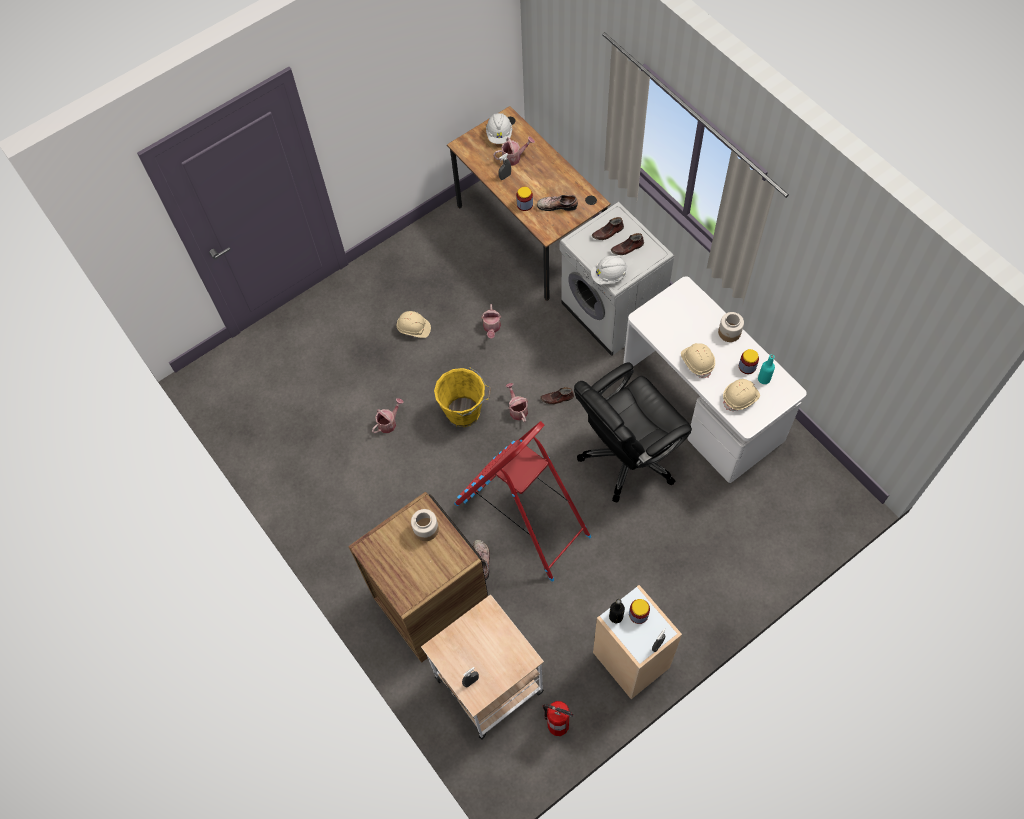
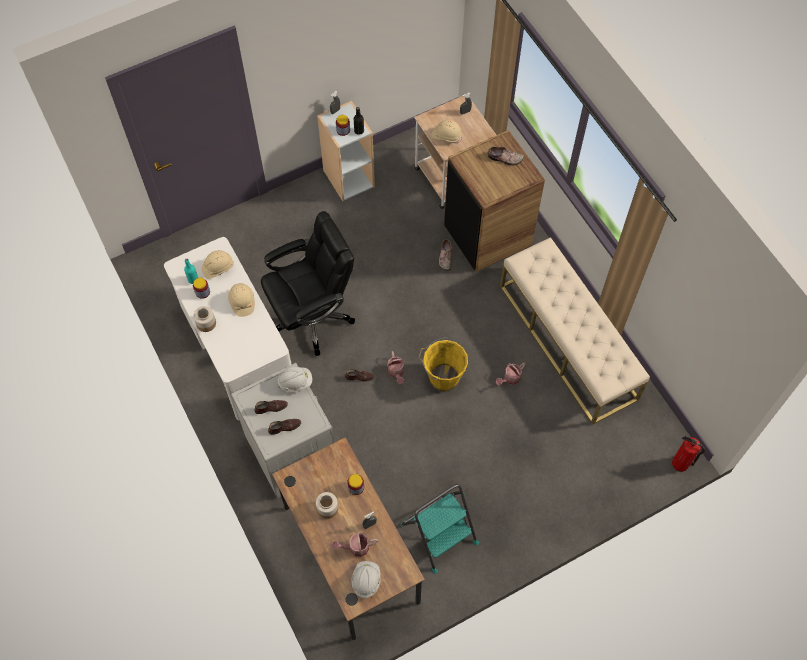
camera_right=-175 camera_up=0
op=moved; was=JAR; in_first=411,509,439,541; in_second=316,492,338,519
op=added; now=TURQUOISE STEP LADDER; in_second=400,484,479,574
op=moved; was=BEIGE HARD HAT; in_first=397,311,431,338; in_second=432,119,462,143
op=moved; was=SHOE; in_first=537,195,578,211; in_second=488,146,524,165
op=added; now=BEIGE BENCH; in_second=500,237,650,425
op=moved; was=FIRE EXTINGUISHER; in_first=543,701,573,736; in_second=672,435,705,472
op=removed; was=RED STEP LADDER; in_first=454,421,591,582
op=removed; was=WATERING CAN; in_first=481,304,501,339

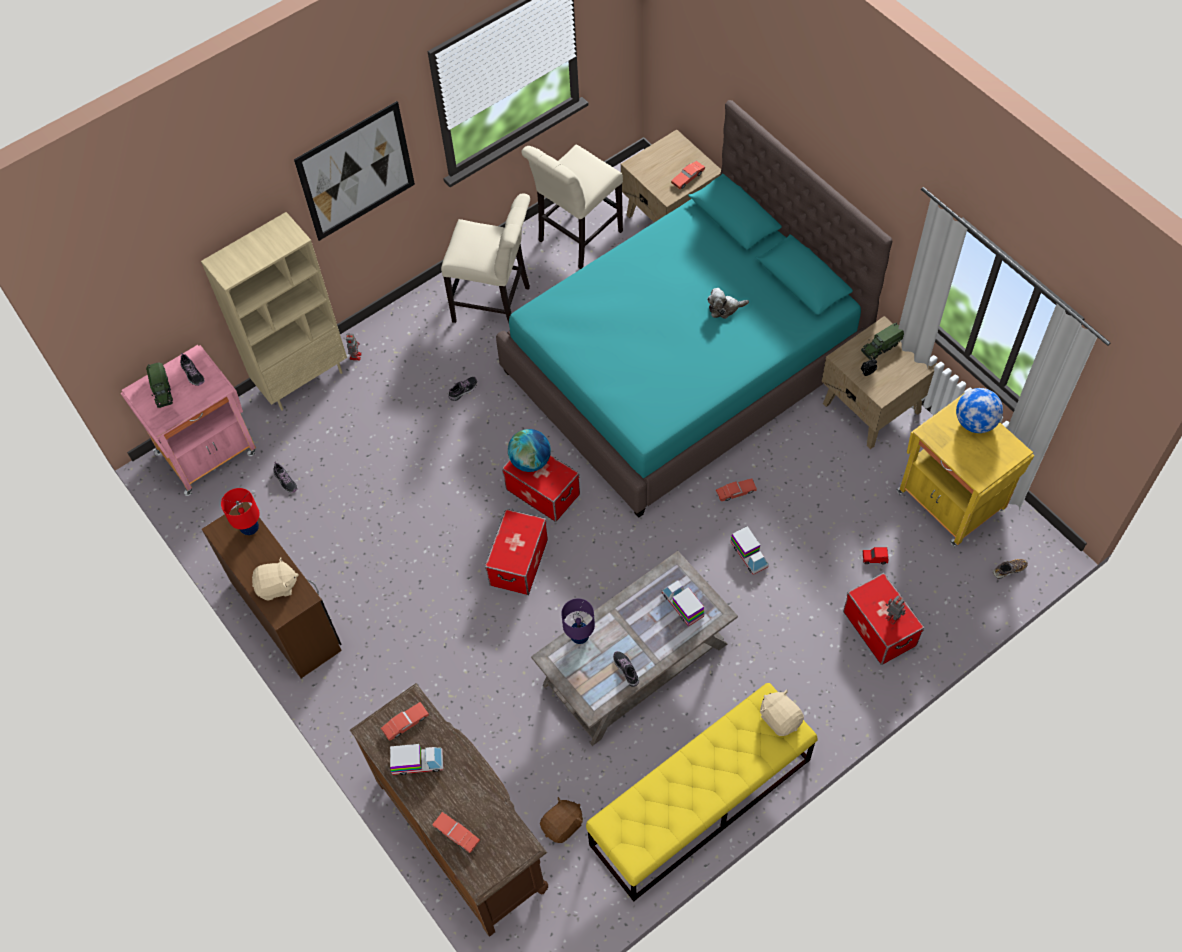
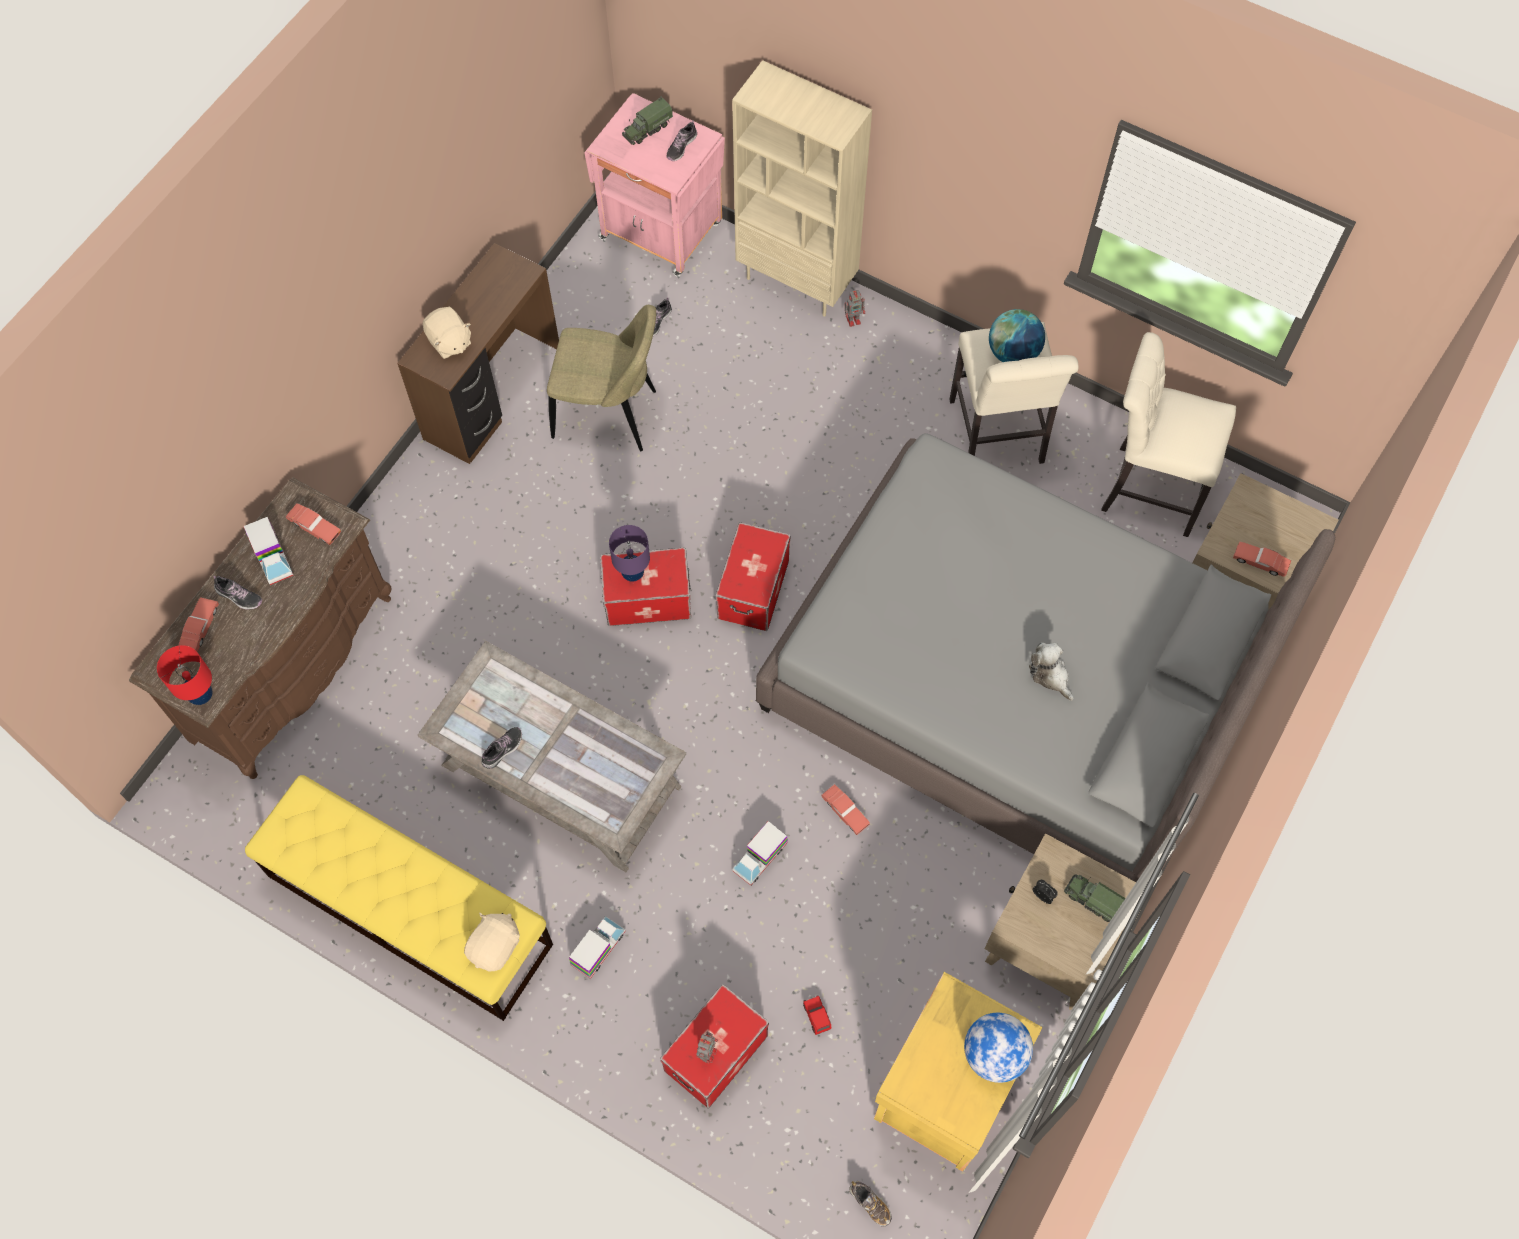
camera_right=65 camera_up=5
op=moved; was=RED TABLE LAMP; in_first=221,488,260,535; in_second=157,645,213,705
op=moved; was=SHOE; in_first=448,377,477,401; in_second=213,575,262,609
op=added; now=BEIGE CHAIR; in_second=547,305,656,451
op=moved; was=TOY TRUCK; in_first=662,580,704,627; in_second=569,916,626,979
op=moved; was=PURPLE TABLE LAMP; in_first=561,598,595,644; in_second=609,525,650,582
op=recoloured; was=TURQUOISE BED; now=GREY BED; in_first=496,100,892,518; in_second=756,433,1335,882
op=moved; was=GLOBE; in_first=508,429,551,472; in_second=989,309,1045,362
op=removed; was=PICTURE; in_first=294,101,415,241
op=removed; was=BROWN PLUSH TOY; in_first=540,797,583,843

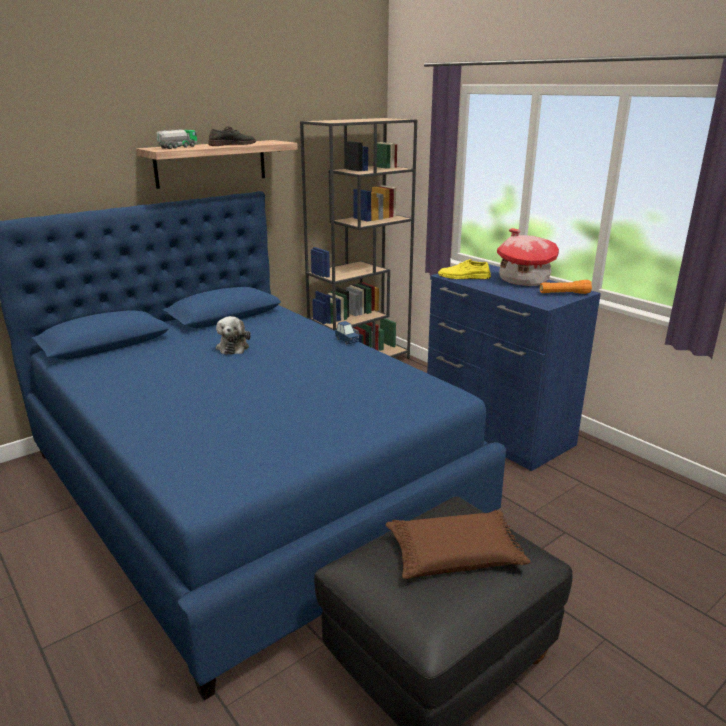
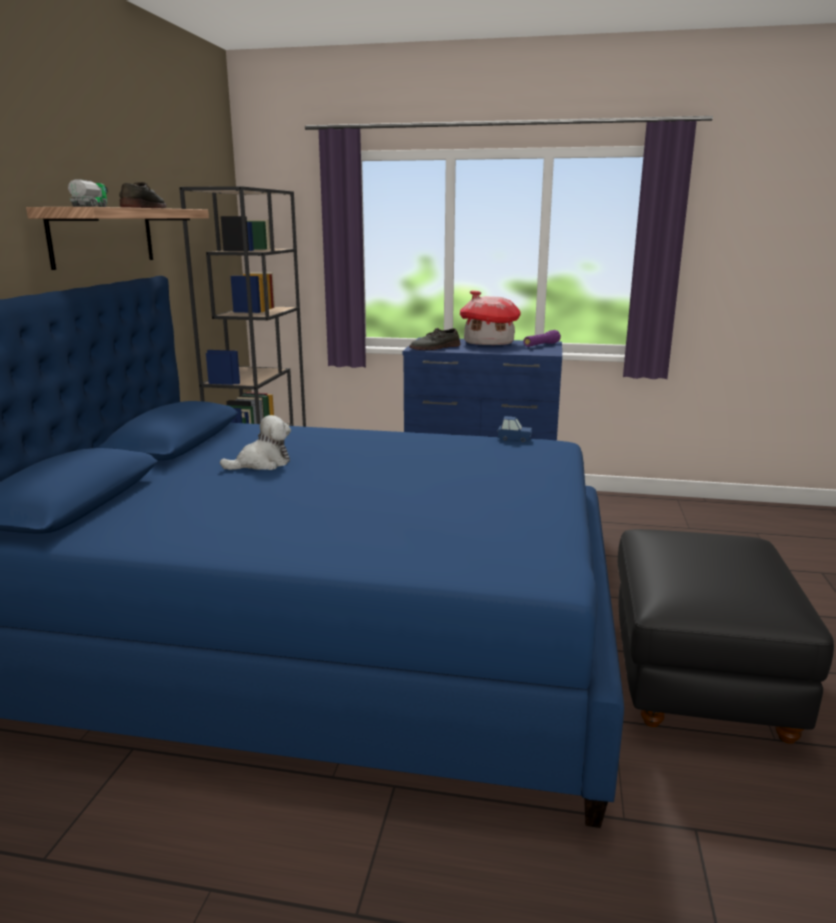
camera_right=-40 camera_up=-5
op=turned; was=PLUSH TOY; in_first=216,316,251,355; in_second=220,415,291,470; clockwise=-75
op=recoloured; was=YELLOW SHOE; now=GREY SHOE; in_first=438,259,491,280; in_second=409,328,460,350
op=moved; was=BLUE TOY CAR; in_first=335,321,360,344; in_second=498,416,532,442
op=recoloured; was=ORANGE FLASHLIGHT; now=PURPLE FLASHLIGHT; in_first=540,280,592,294; in_second=523,330,561,347
op=removed; was=BROWN PILLOW; in_first=386,510,530,579

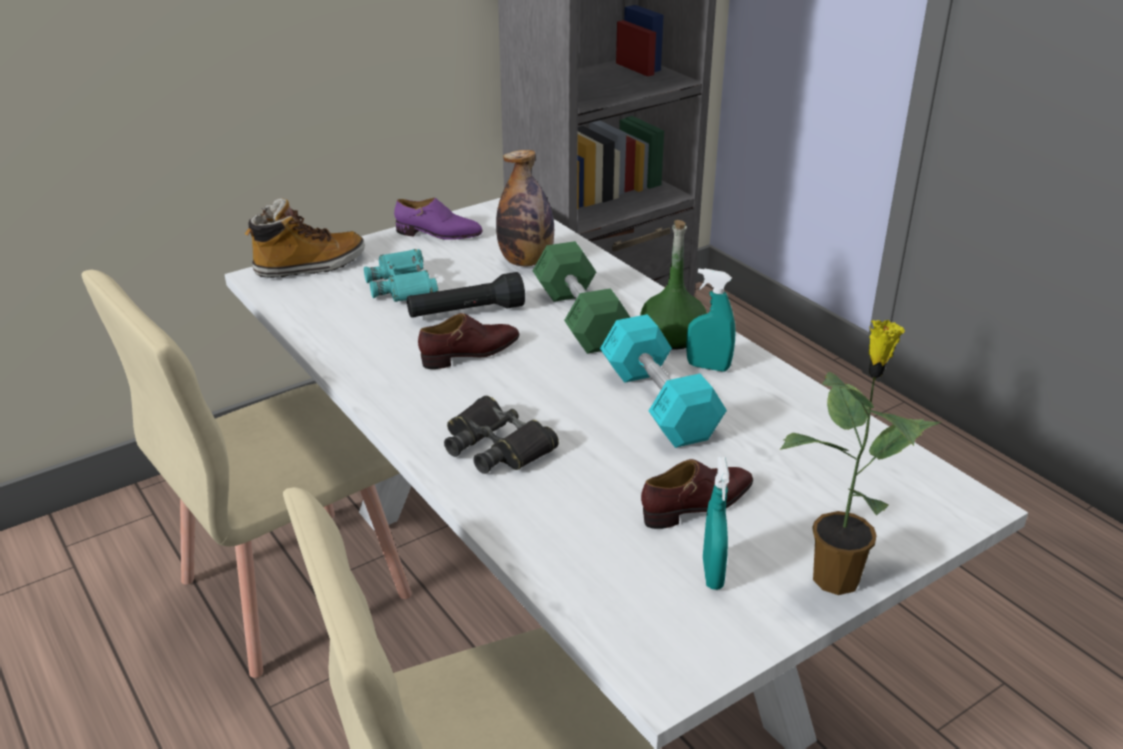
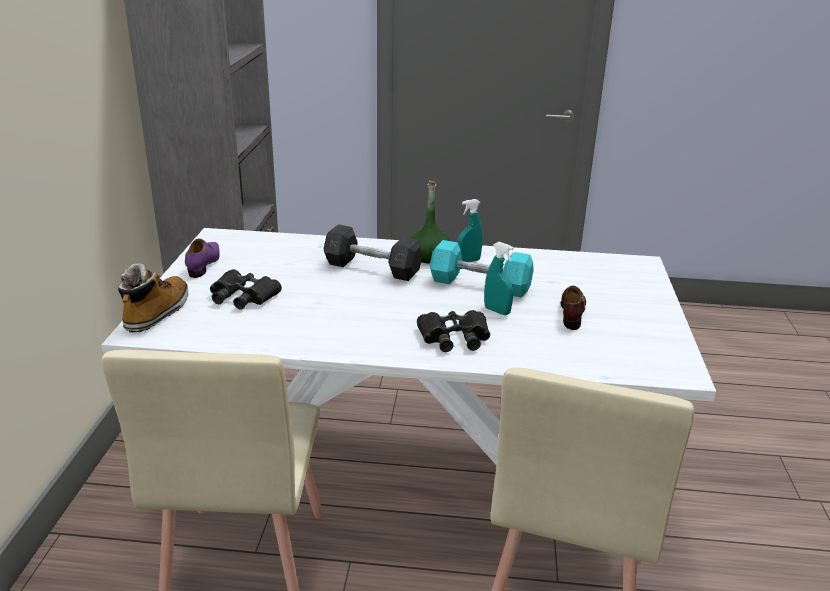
camera_right=-50 camera_up=-5
op=turned; was=PURPLE SHOE; in_first=394,198,483,240; in_second=185,239,220,278; clockwise=-45
op=recoloured; was=TURQUOISE BINOCULARS; now=BLACK BINOCULARS; in_first=364,249,438,302; in_second=210,269,282,310
op=recoloured; was=GREEN DUMBBELL; now=GREY DUMBBELL; in_first=533,241,631,354; in_second=324,224,422,281
op=moved; was=TURQUOISE SPRAY BOTTLE; in_first=703,457,729,590; in_second=484,242,514,315
op=removed; was=BLACK FLASHLIGHT; in_first=407,272,525,317
op=removed; was=BROWN SHOE; in_first=418,313,519,369
op=removed; was=BOTTLE; in_first=496,150,554,267
op=removed; was=POTTED PLANT; in_first=780,320,941,595

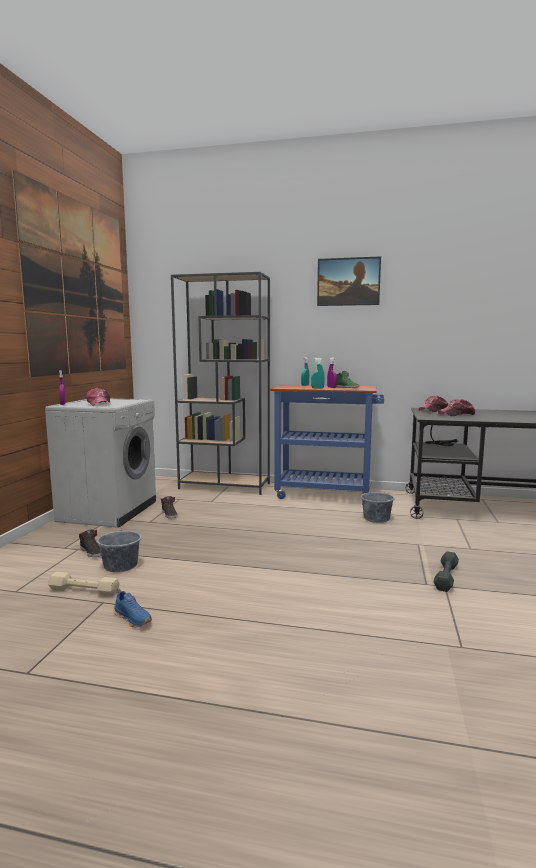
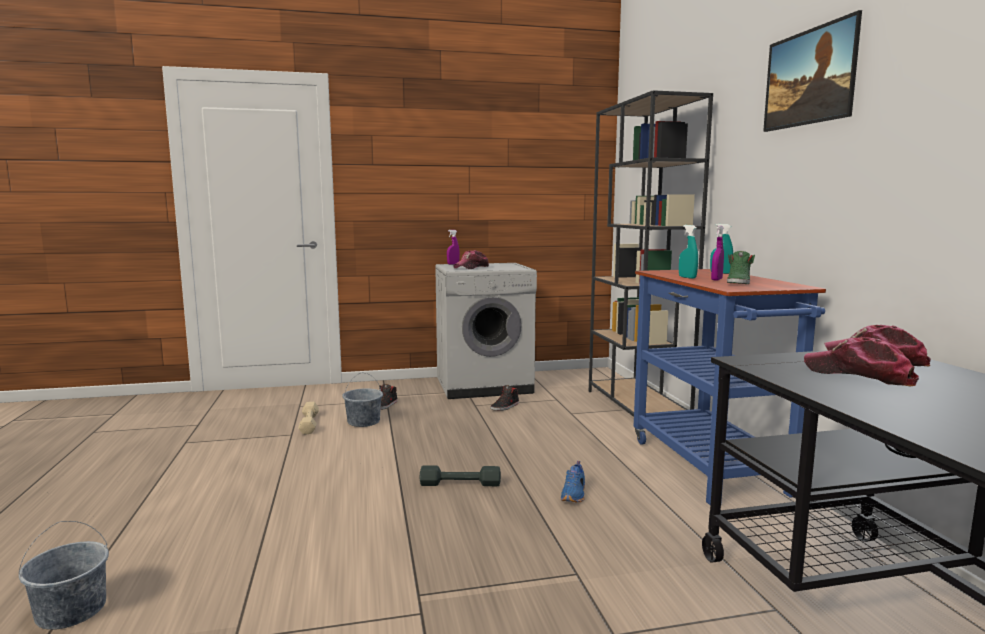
camera_right=65 camera_up=0
op=moved; was=GREY BUCKET; in_first=361,480,395,523; in_second=19,521,109,630
op=moved; was=GREY DUMBBELL; in_first=434,551,459,592; in_second=420,465,501,486
op=moved; was=BLUE SHOE; in_first=114,588,152,628; in_second=560,461,585,502
op=removed; was=PICTURE; in_first=12,170,126,377

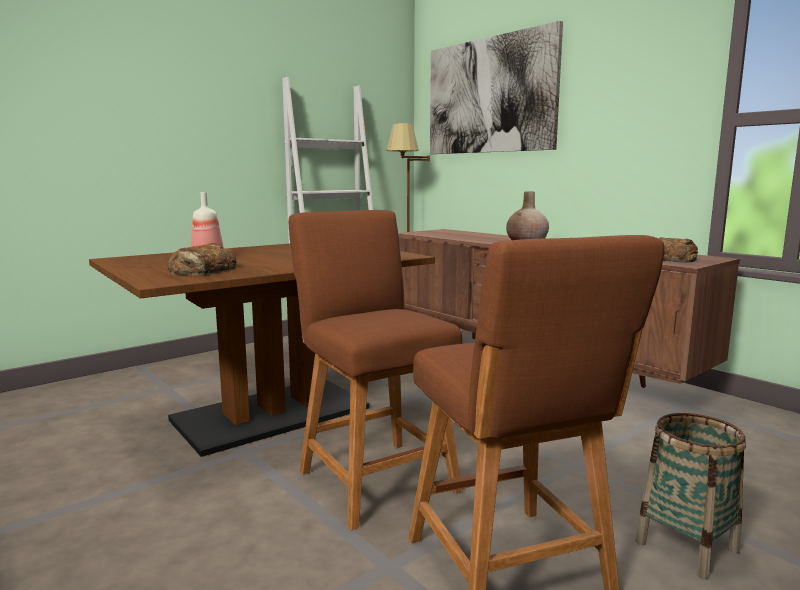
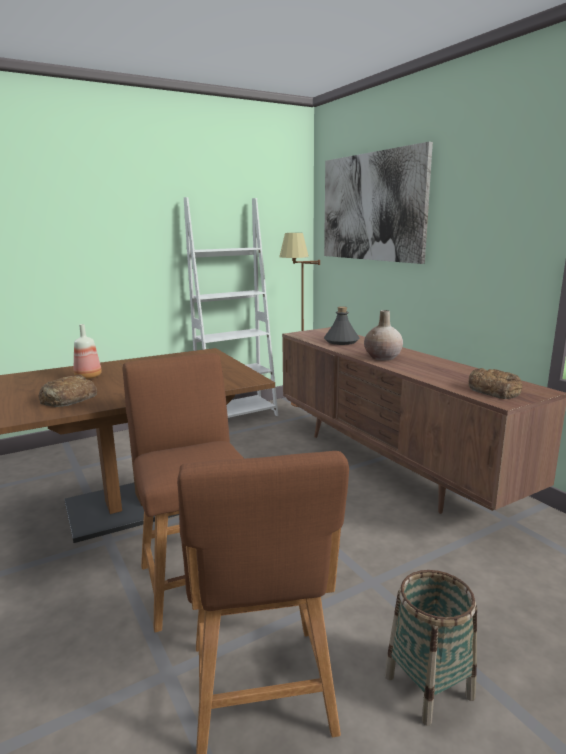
camera_right=10 camera_up=5
op=added; now=GREY BOTTLE; in_second=324,306,360,345

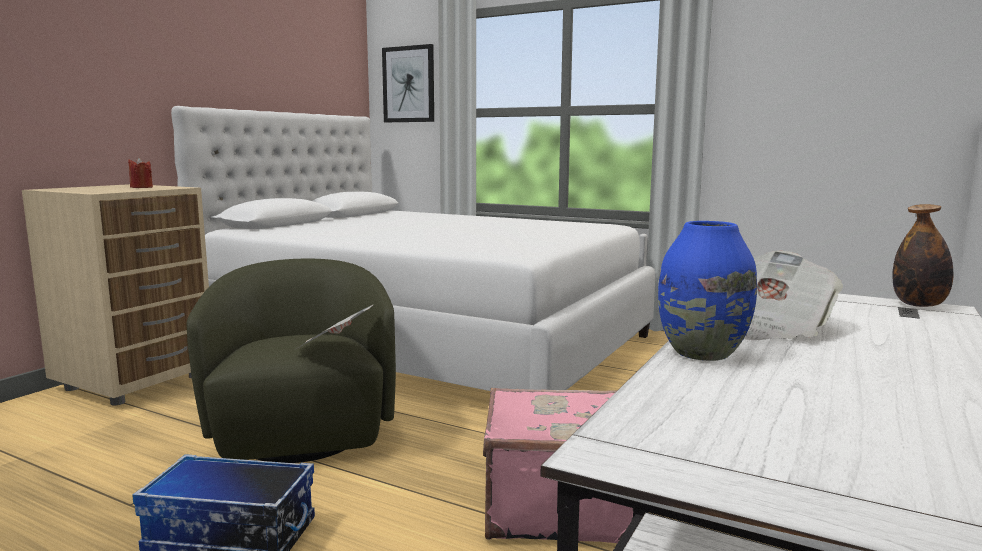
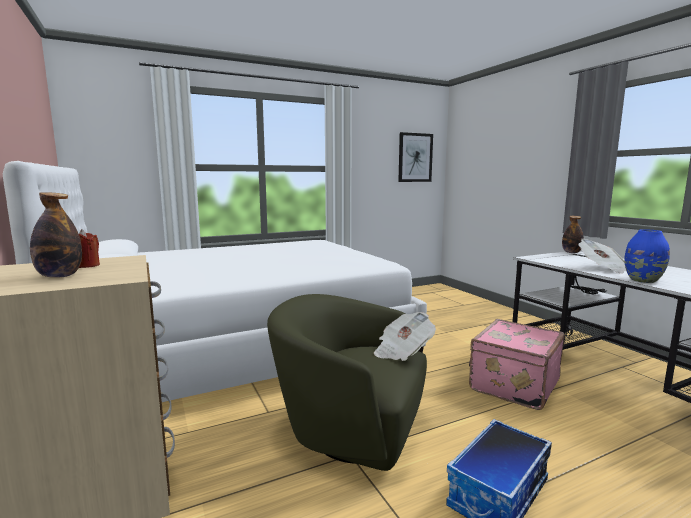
camera_right=-55 camera_up=0
op=added; now=BOTTLE; in_second=30,192,82,278
op=moved; was=PICTURE; in_first=382,44,434,122; in_second=398,132,433,182

